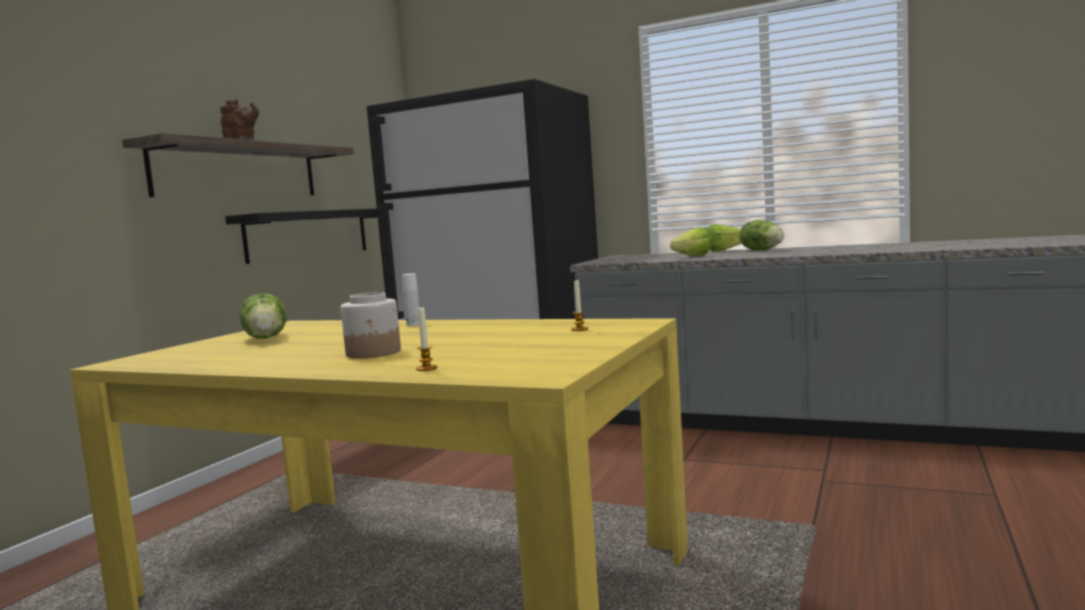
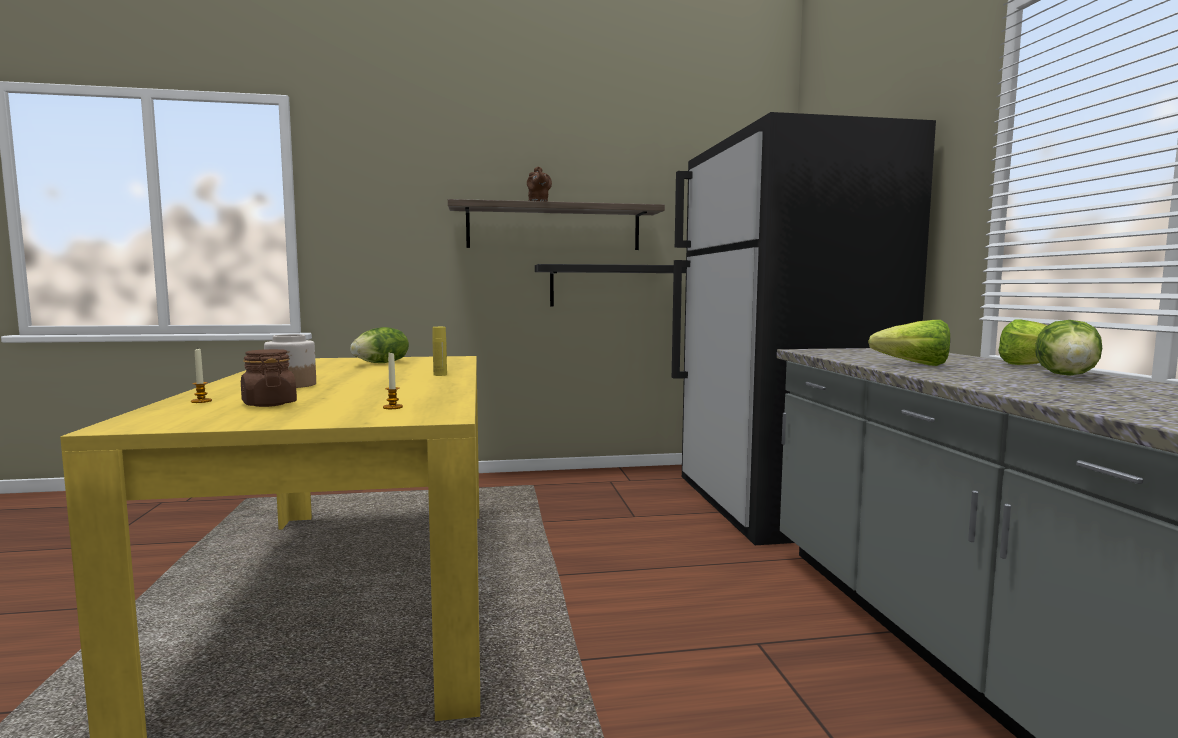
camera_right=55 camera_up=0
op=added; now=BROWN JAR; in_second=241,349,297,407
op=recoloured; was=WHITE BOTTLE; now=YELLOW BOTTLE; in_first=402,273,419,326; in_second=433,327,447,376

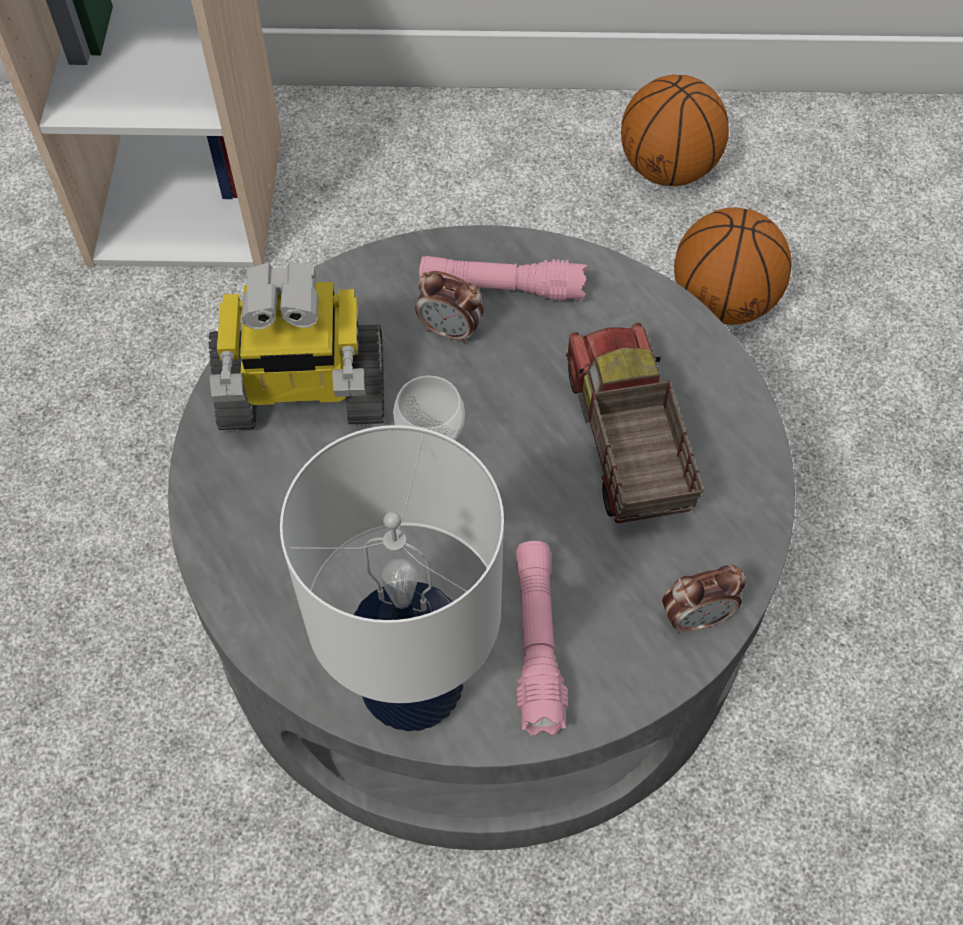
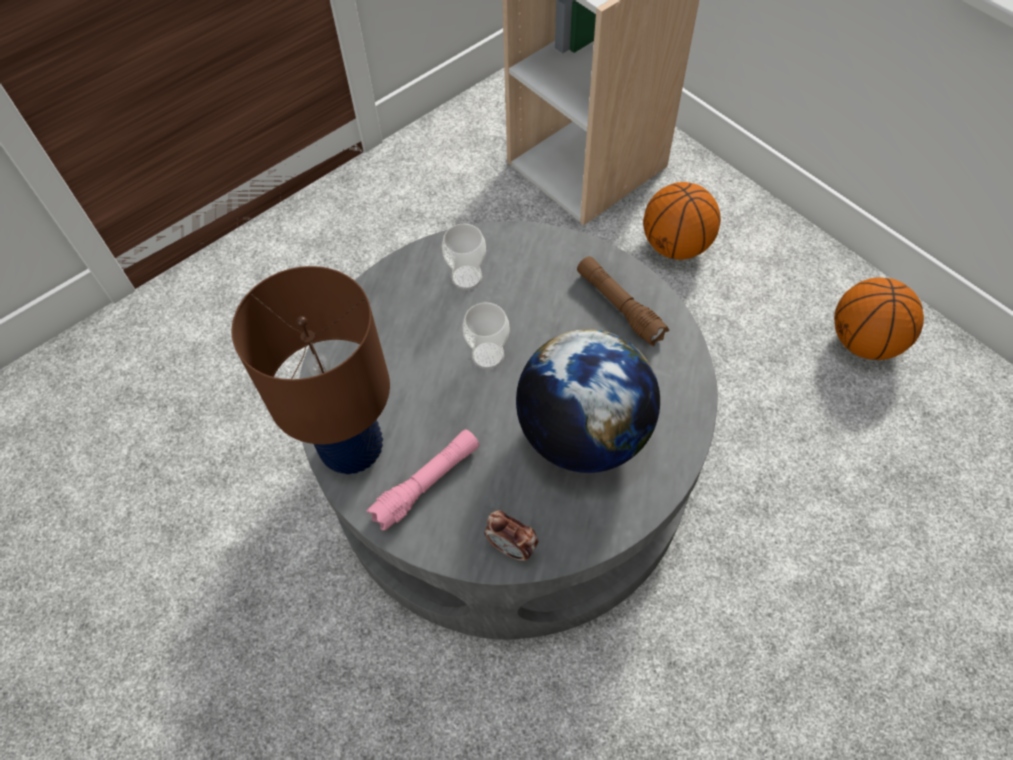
camera_right=50 camera_up=0
op=recoloured; was=WHITE TABLE LAMP; now=BROWN TABLE LAMP; in_first=280,425,504,731; in_second=232,266,390,474
op=replaced; was=TOY ROBOT; now=CUP; in_first=208,261,384,430; in_second=442,224,486,290
op=replaced; was=TOY TRUCK; now=GLOBE; in_first=566,323,704,523; in_second=516,329,660,473
op=recoloured; was=PINK FLASHLIGHT; now=BROWN FLASHLIGHT; in_first=419,256,587,301; in_second=577,256,669,346
op=moved; was=BASKETBALL; in_first=674,207,792,325; in_second=643,182,721,260
op=removed; was=ALARM CLOCK; in_first=415,271,484,344

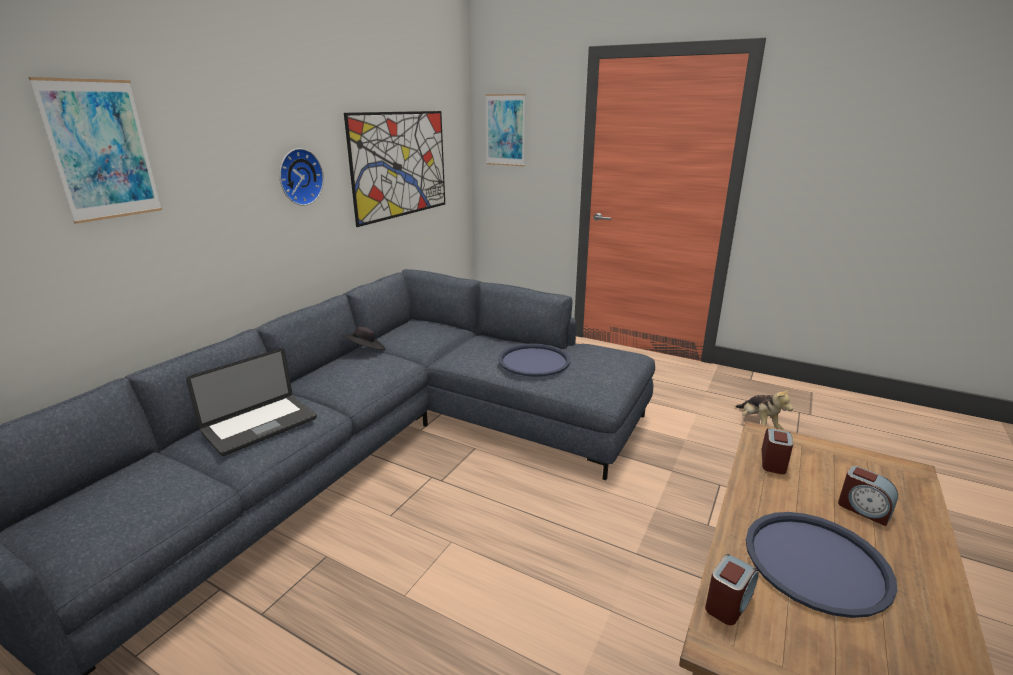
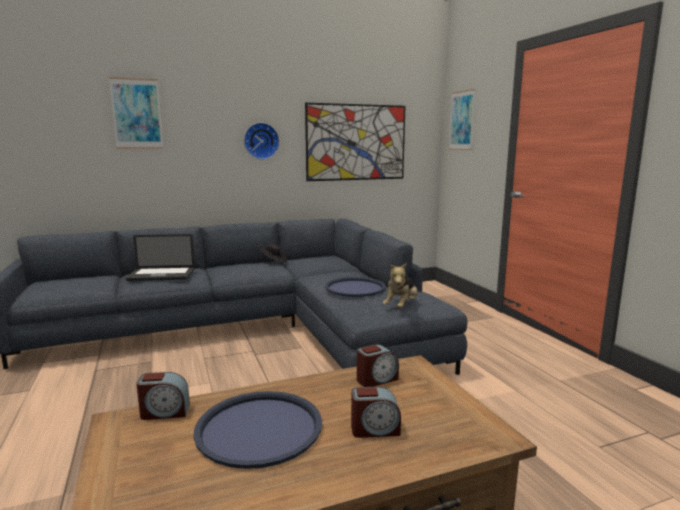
camera_right=40 camera_up=-10
op=turned; was=ALARM CLOCK; in_first=838,466,898,526; in_second=351,387,401,438; clockwise=-90
op=moved; was=PLUSH TOY; in_first=736,389,793,430; in_second=383,263,418,308

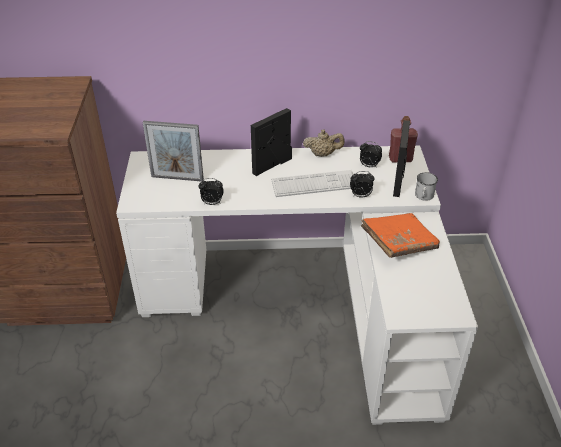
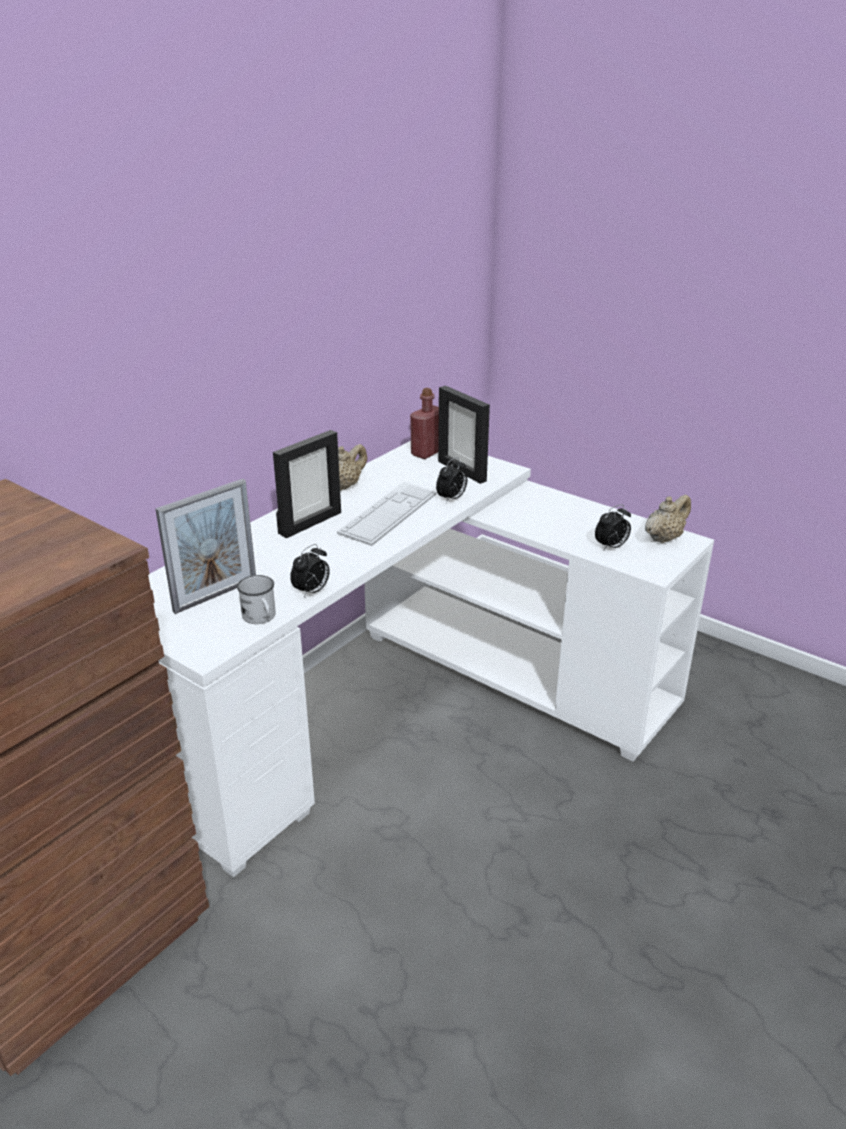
camera_right=-50 camera_up=-10
op=moved; was=WHITE MUG; in_first=415,172,438,201; in_second=237,575,276,624
op=turned; was=PICTURE FRAME; in_first=251,108,292,176; in_second=273,430,341,538; clockwise=-135
op=moved; was=ALARM CLOCK; in_first=360,141,382,168; in_second=595,505,631,551
op=added; now=BEIGE TEAPOT; in_second=645,495,691,544
op=removed; was=ORANGE BOOK; in_first=361,213,440,258

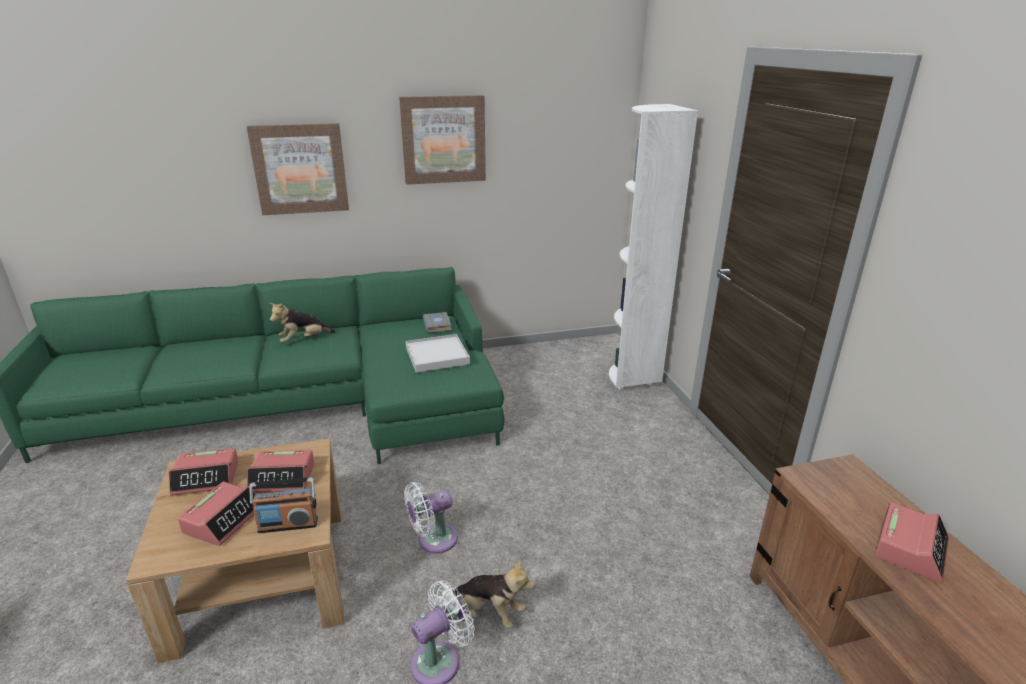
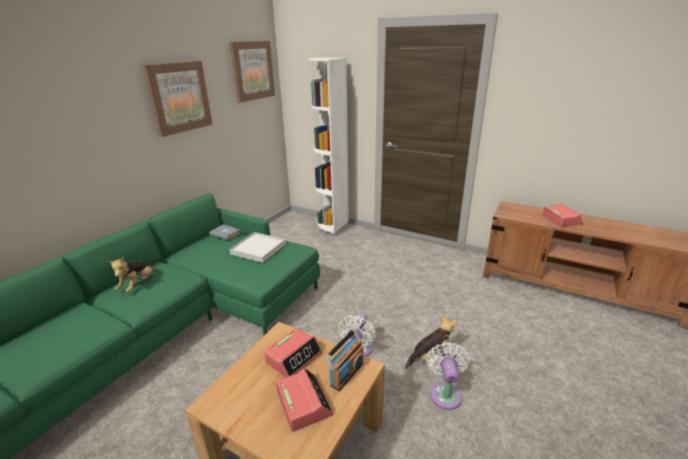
camera_right=-45 camera_up=0
op=moved; was=PICTURE; in_first=247,123,349,215; in_second=229,41,275,103
op=removed; was=ALARM CLOCK; in_first=168,448,239,496

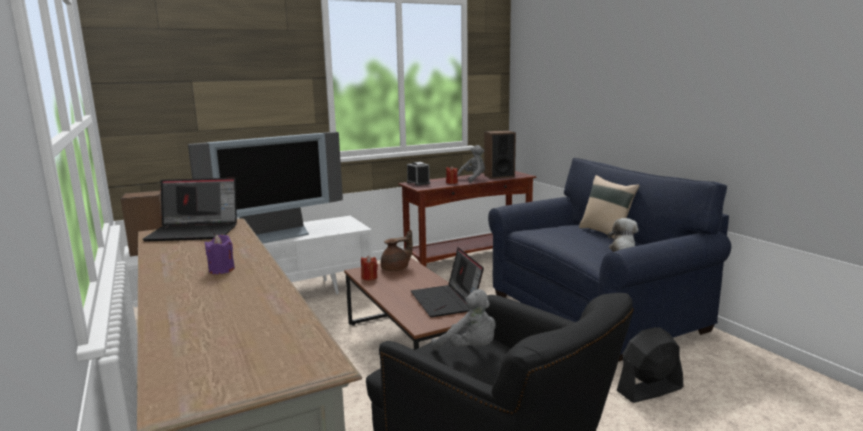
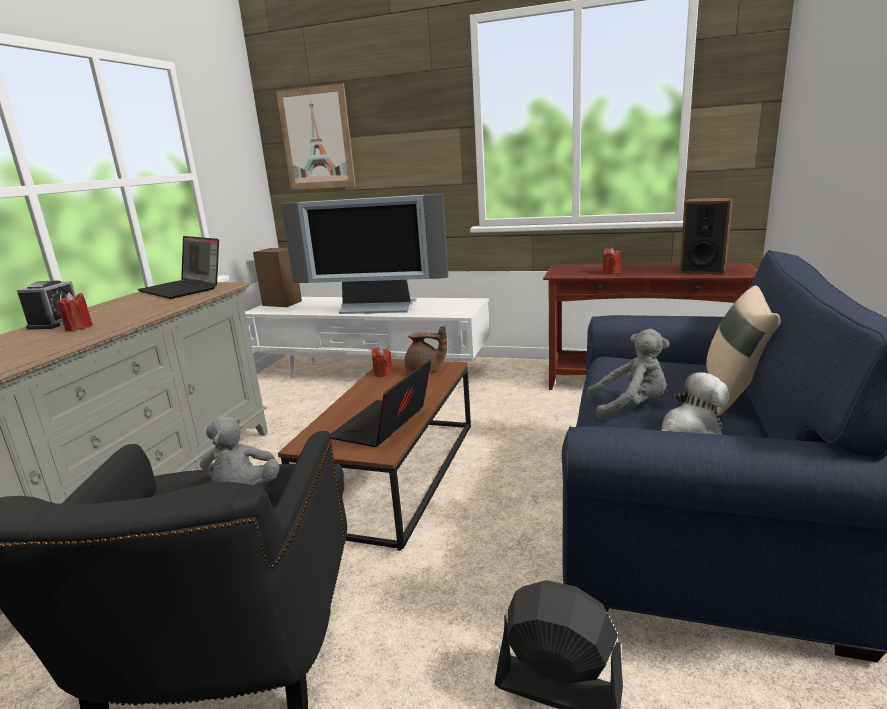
camera_right=45 camera_up=5
op=moved; was=ALARM CLOCK; in_first=407,162,430,186; in_second=17,281,76,329
op=recoloured; was=PURPLE CANDLE; now=RED CANDLE; in_first=205,235,235,274; in_second=57,292,93,331
op=added; now=PICTURE; in_second=276,84,356,190
op=moved; was=GREY PLUSH TOY; in_first=458,145,485,183; in_second=587,329,670,420

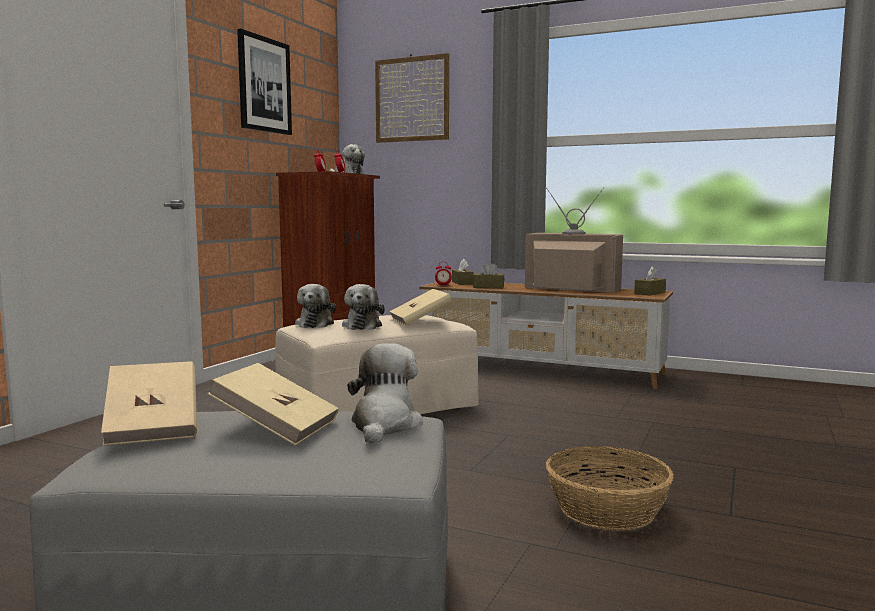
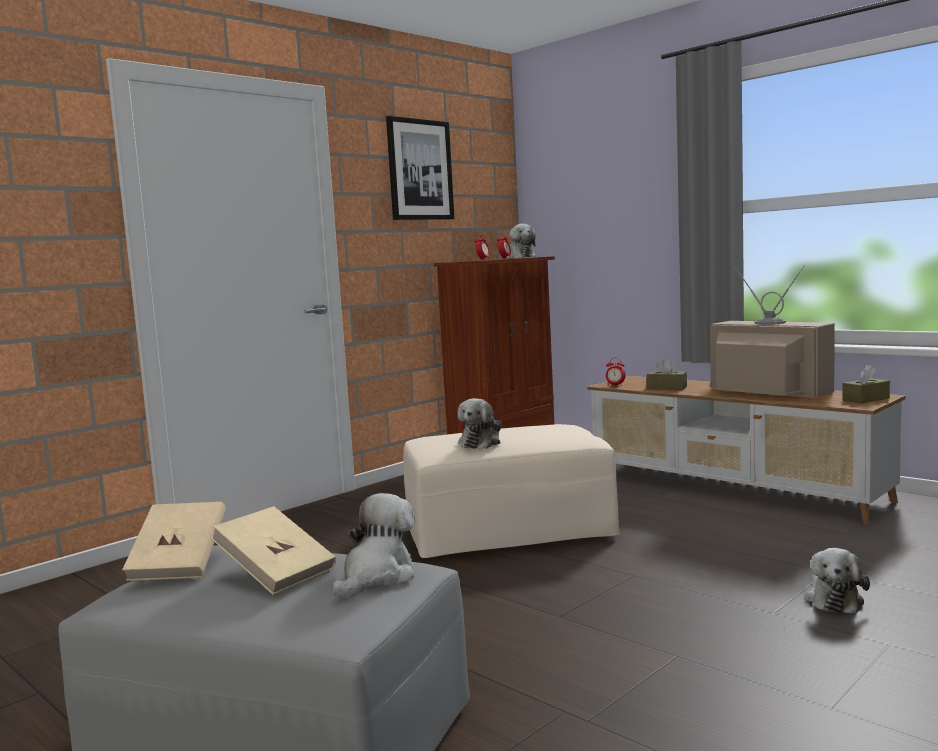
camera_right=20 camera_up=0
op=moved; was=PLUSH TOY; in_first=295,284,336,328; in_second=804,548,870,614
op=removed; was=PICTURE; in_first=375,53,449,143
op=removed; was=BEIGE BOOK; in_first=389,289,452,325
op=removed; was=BROWN TISSUE BOX; in_first=452,259,473,285
op=removed; was=BASKET; in_first=546,446,674,531

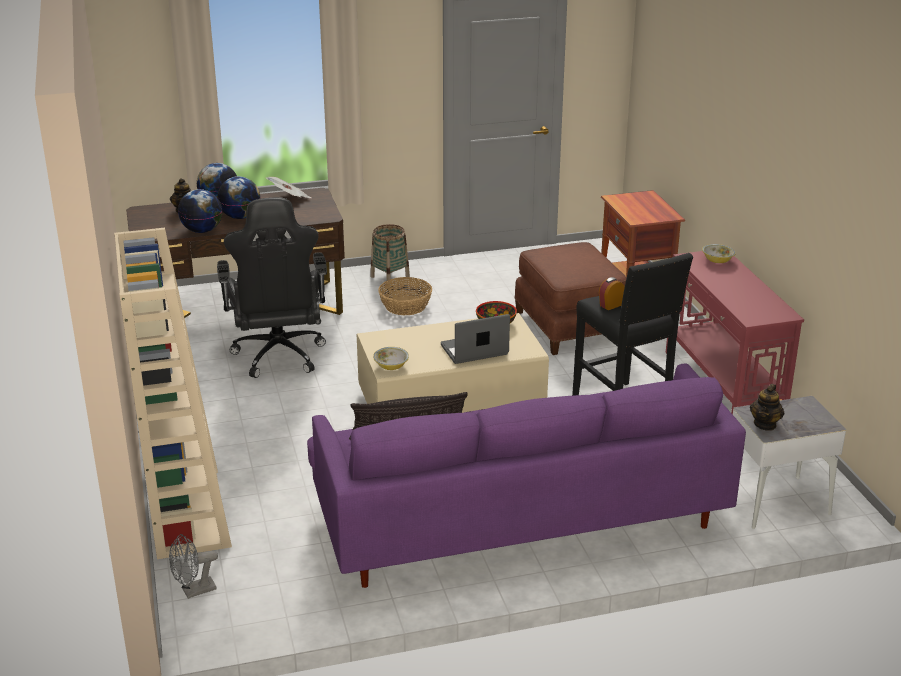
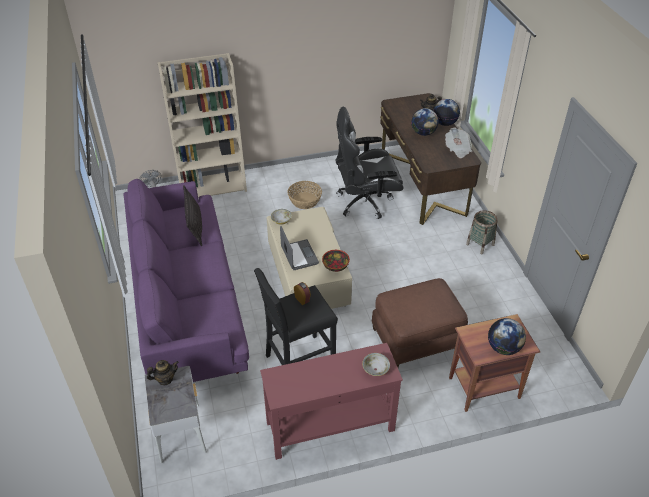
camera_right=90 camera_up=15
op=turned; was=TEAPOT; in_first=750,384,784,431; in_second=147,360,179,385; clockwise=135
op=moved; was=BASKET; in_first=378,277,432,316; in_second=288,181,322,209
op=moved; was=GLOBE; in_first=178,189,222,233; in_second=488,318,526,355

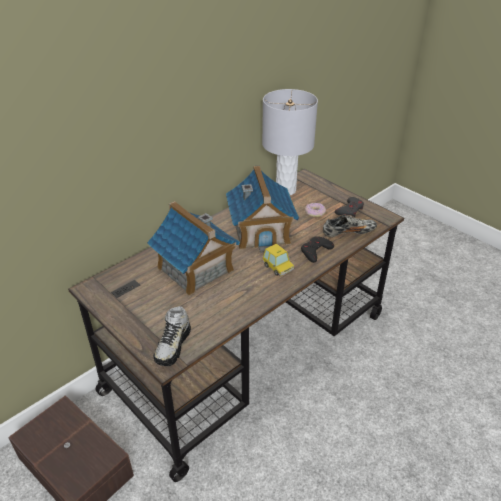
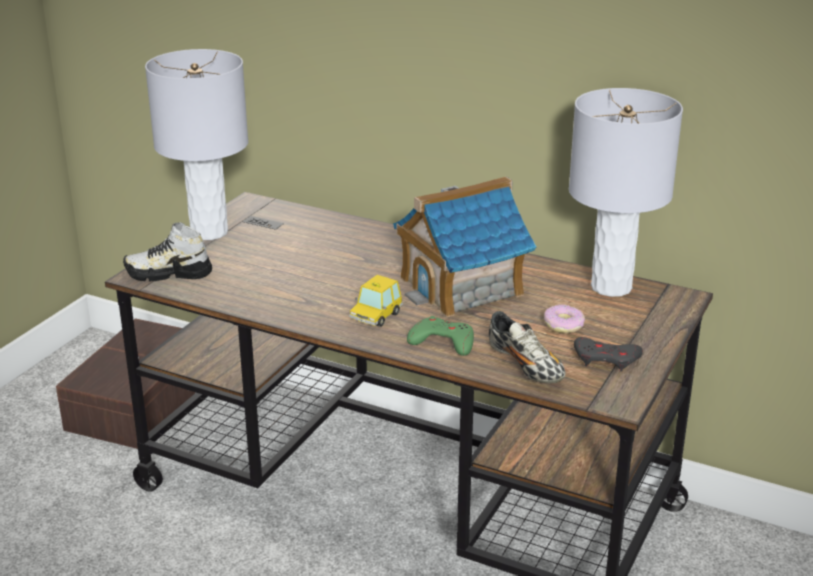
camera_right=70 camera_up=-10
op=added; now=GREY TABLE LAMP; in_second=145,49,248,240
op=recoloured; was=BLACK GAME CONTROLLER; now=GREEN GAME CONTROLLER; in_first=301,236,334,263; in_second=407,316,474,356
op=removed; was=TOY HOUSE; in_first=147,201,240,296

